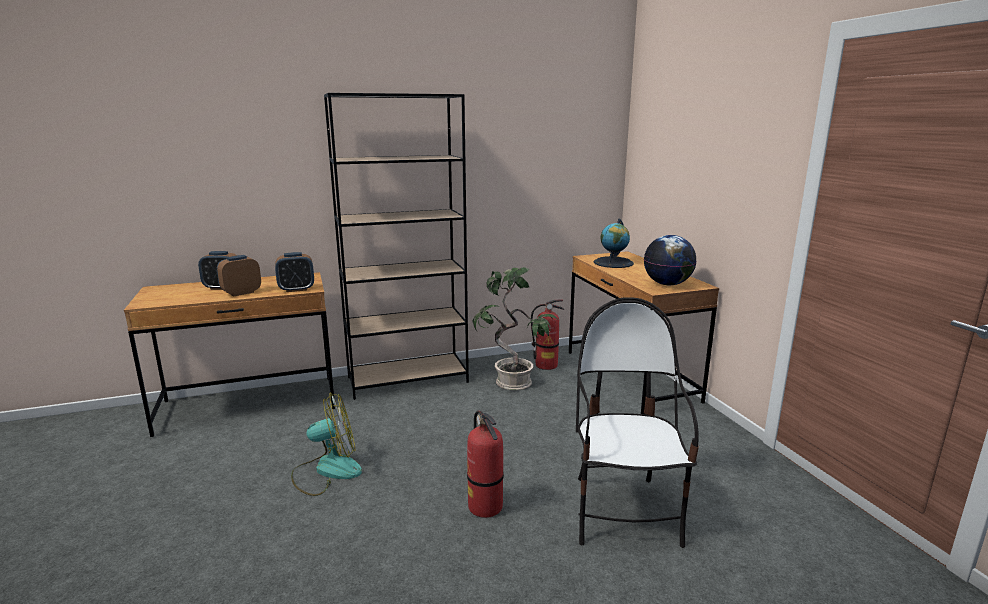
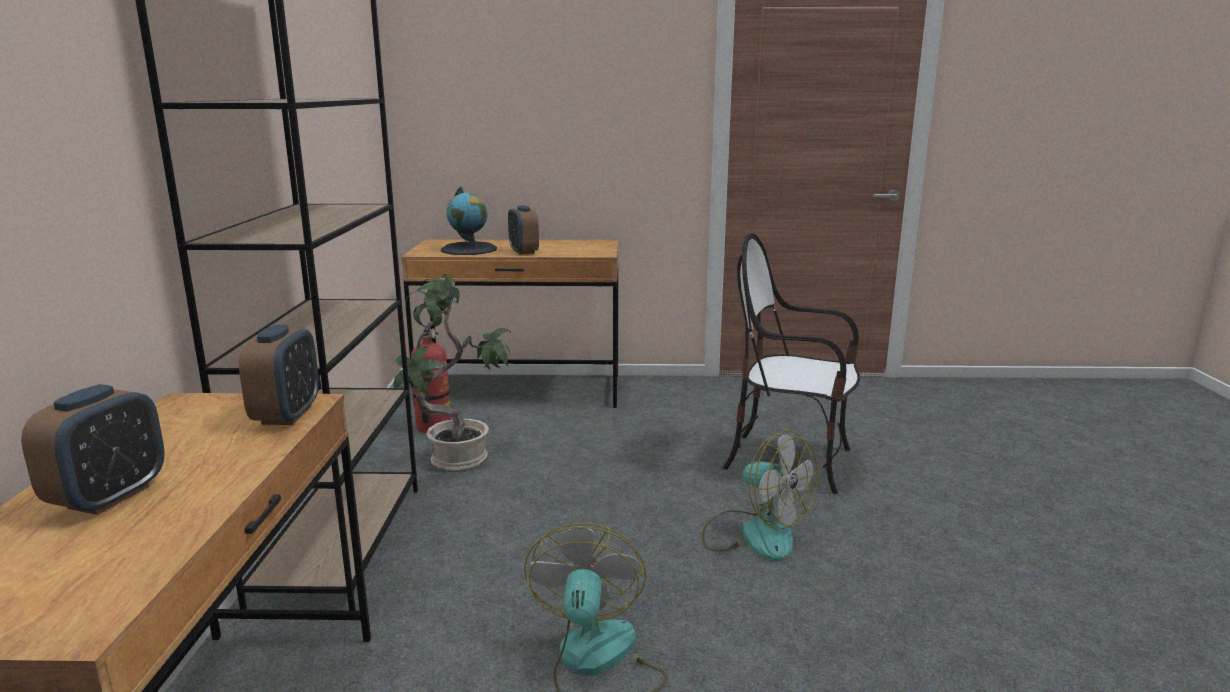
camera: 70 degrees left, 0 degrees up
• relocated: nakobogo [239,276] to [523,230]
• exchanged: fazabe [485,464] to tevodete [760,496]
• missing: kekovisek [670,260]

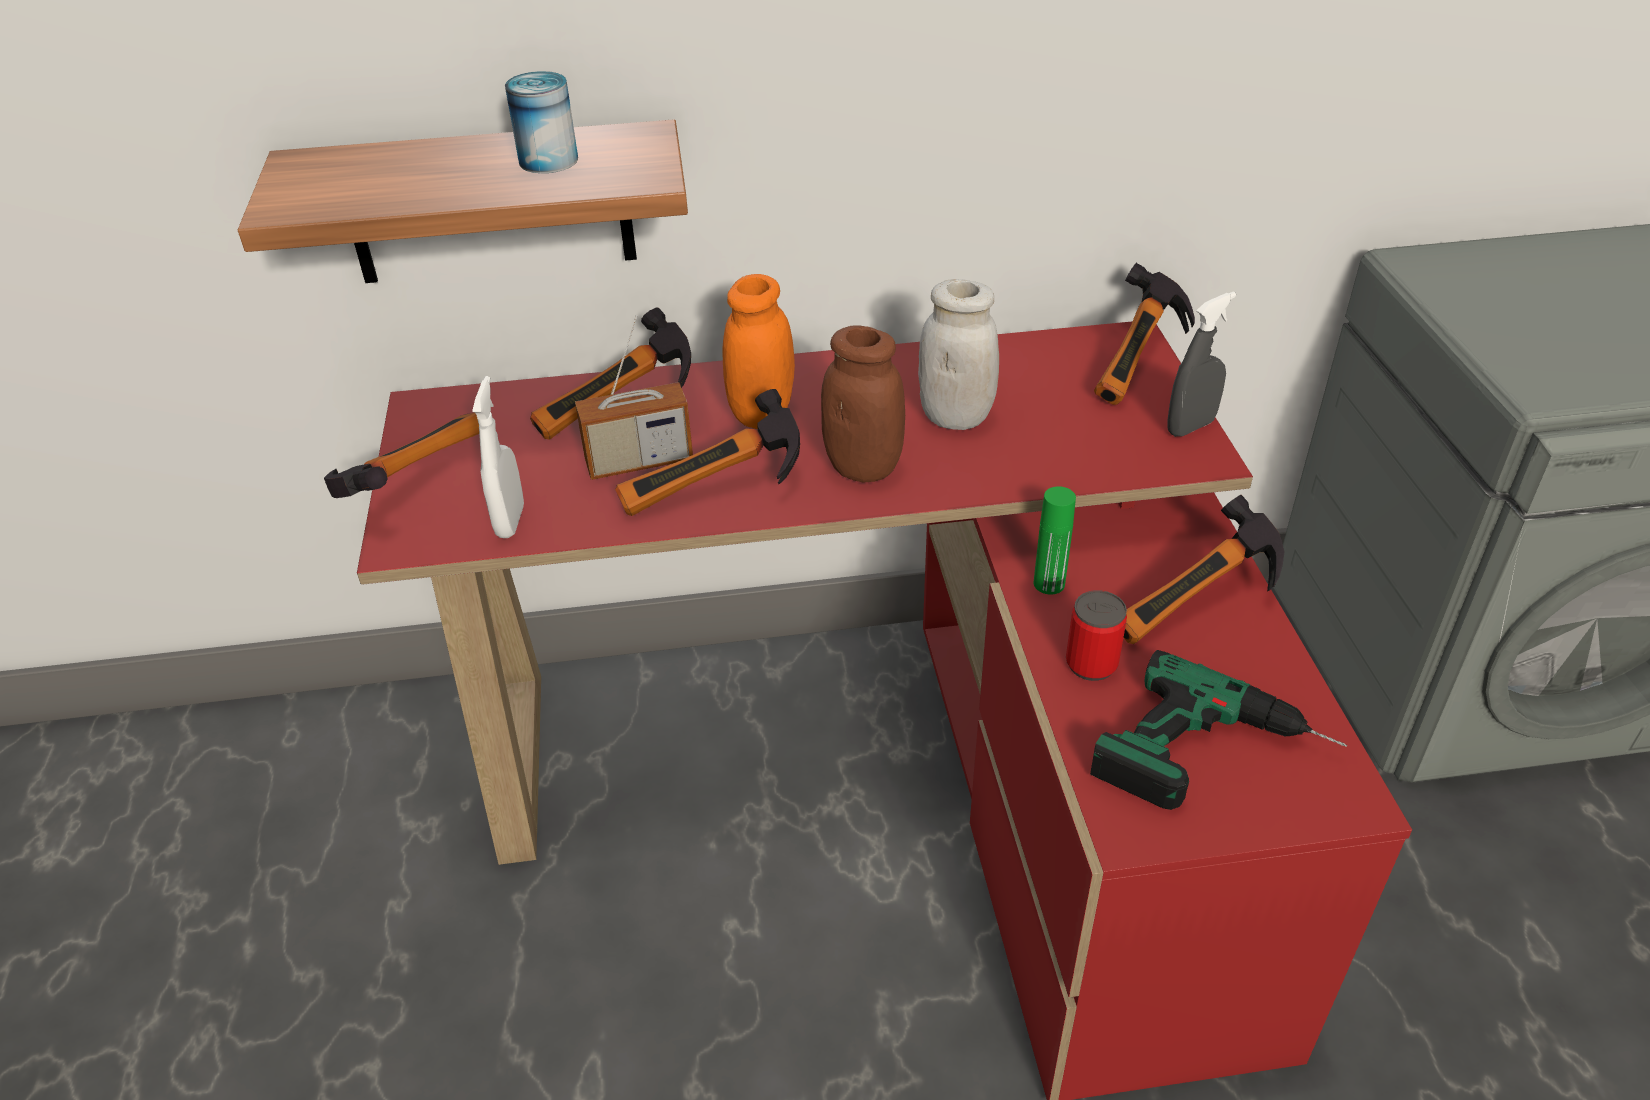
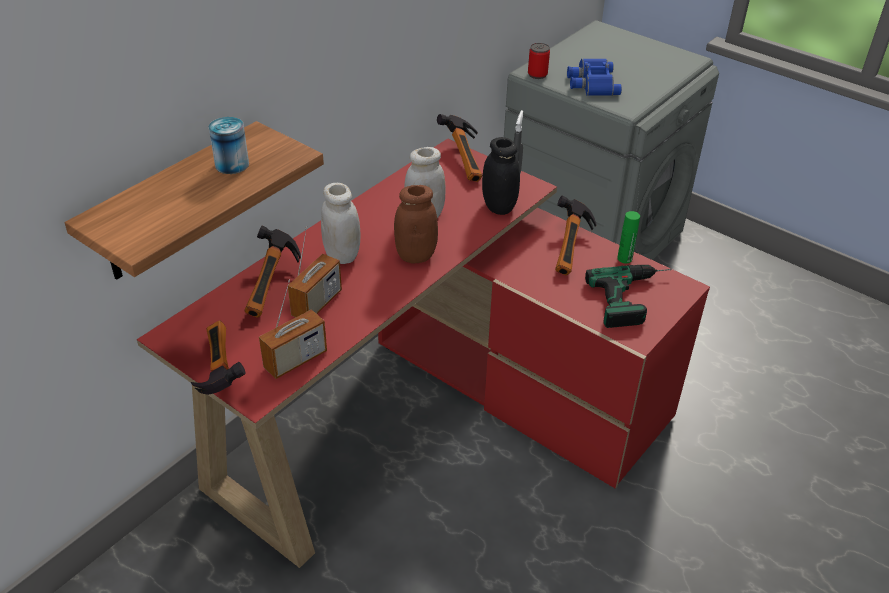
camera: 45 degrees left, 0 degrees up
• exchanged: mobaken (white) [498,457] to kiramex [293,329]
• missing: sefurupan [707,452]
• colour: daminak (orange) [758,351] to daminak (white) [340,223]
• relocated: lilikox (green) [1055,540] to [628,237]
• relocated: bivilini [1096,635] to [539,61]
• appeared: daminak (black) [501,176]
• appeared: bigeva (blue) [594,77]

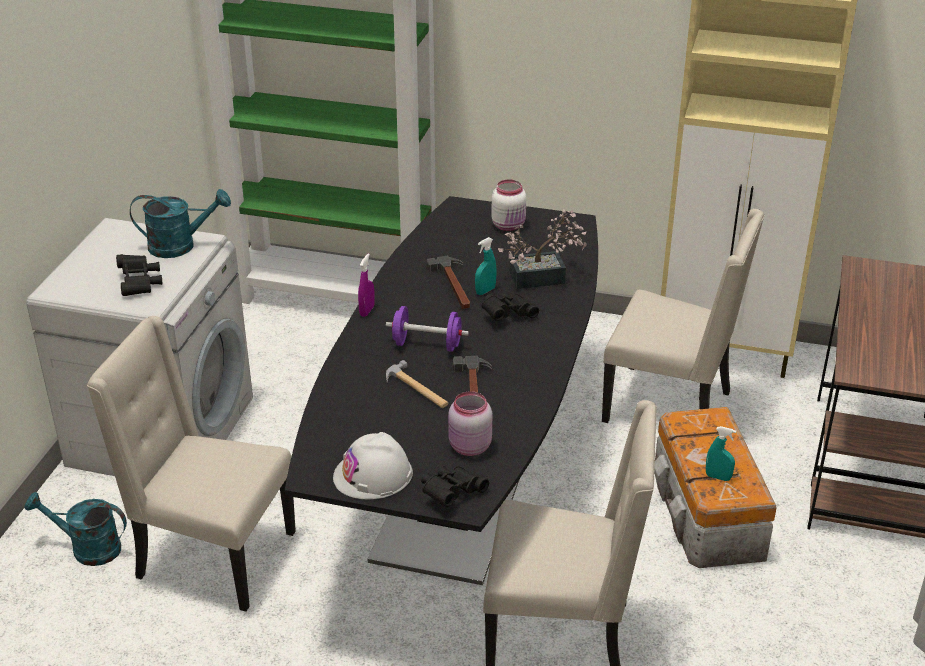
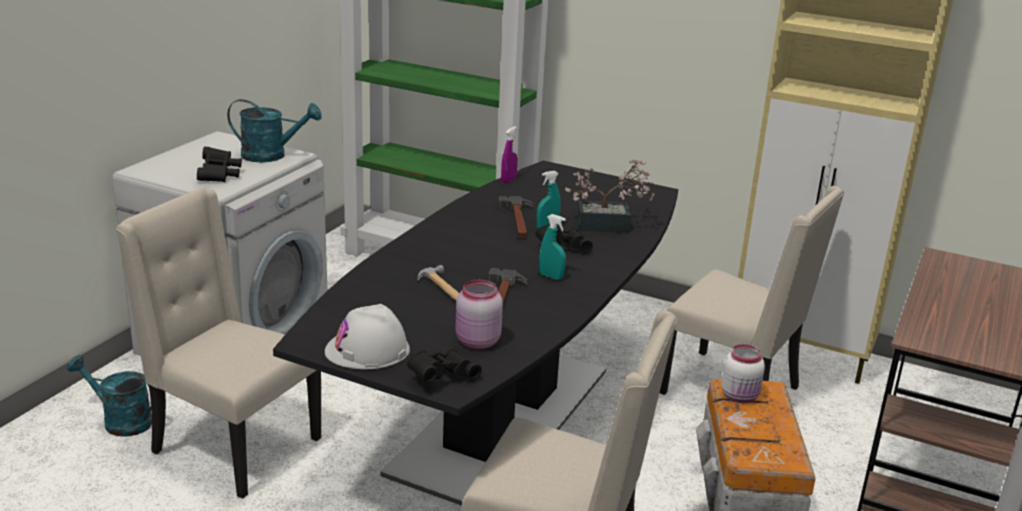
camera: 10 degrees right, 10 degrees down
• relocated: mobaken (purple) [366,285] to [509,154]
• missing: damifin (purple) [427,329]
• relocated: daminak (white) [508,205] to [743,373]
• relocated: mobaken (turquoise) [721,453] to [552,247]

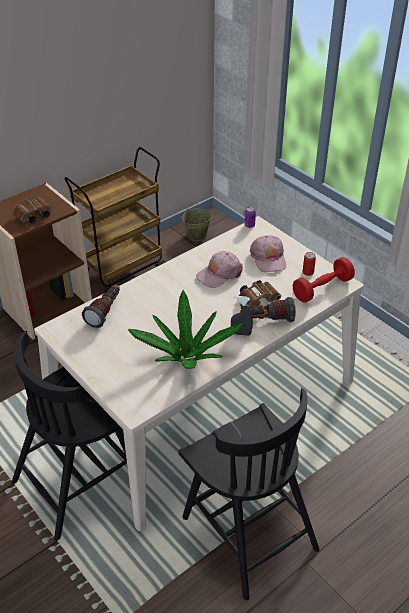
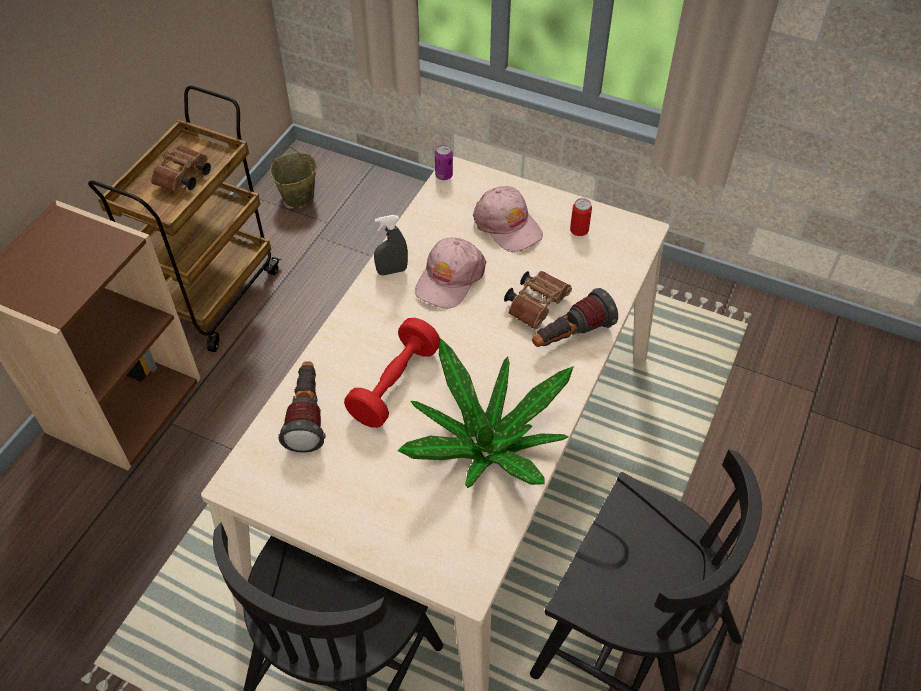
camera: 25 degrees left, 10 degrees up
• relocated: bigeva (brown) [32,210] to [180,168]
• relocated: mobaken (grey) [242,316] to [391,245]
• relocated: damifin (red) [324,280] to [392,373]

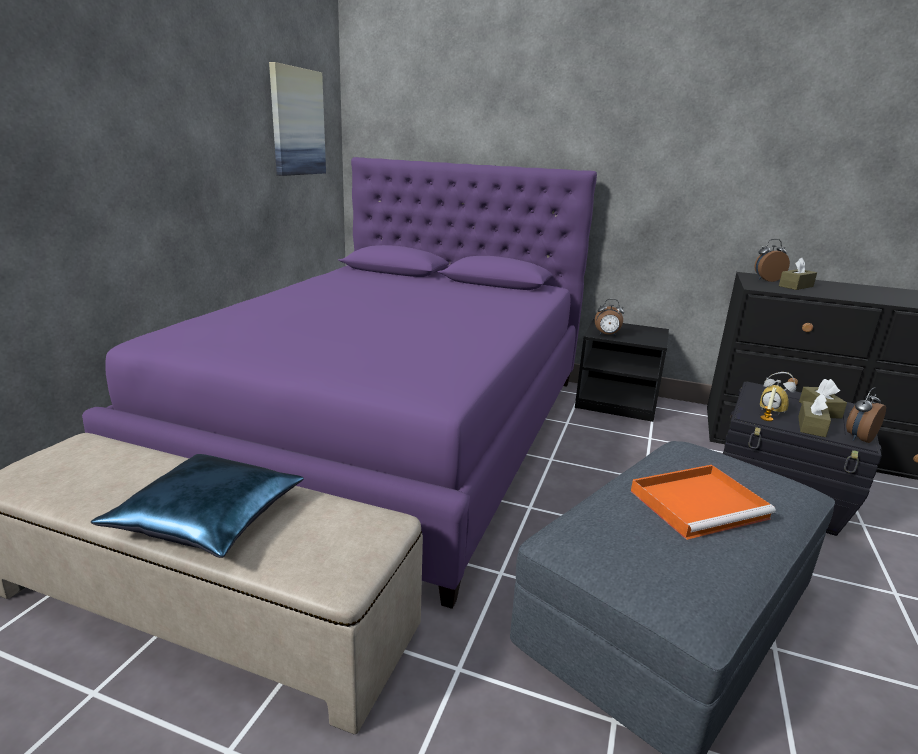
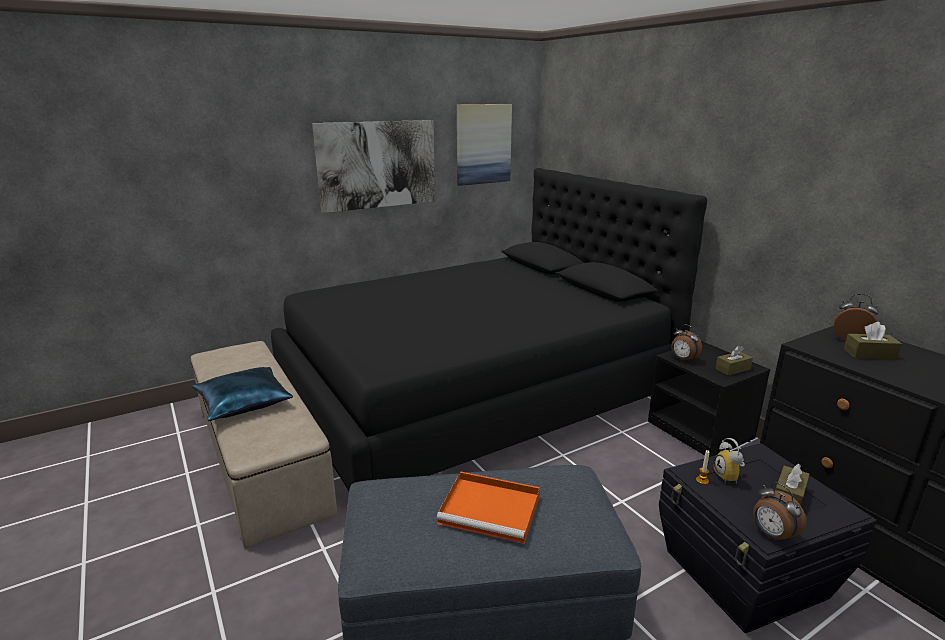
camera: 40 degrees right, 0 degrees up
• colour: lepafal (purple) [339,383] to lepafal (black) [489,329]
• relocated: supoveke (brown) [814,415] to [734,360]
• spun: nakobogo [866,415] = [780,513] 120 degrees counterclockwise
• appeared: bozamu [373,166]

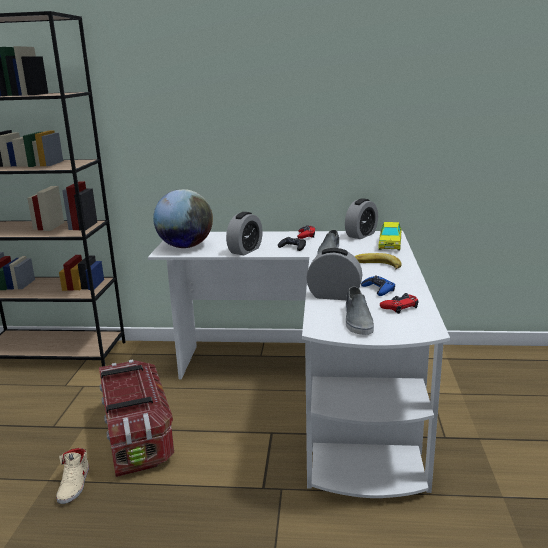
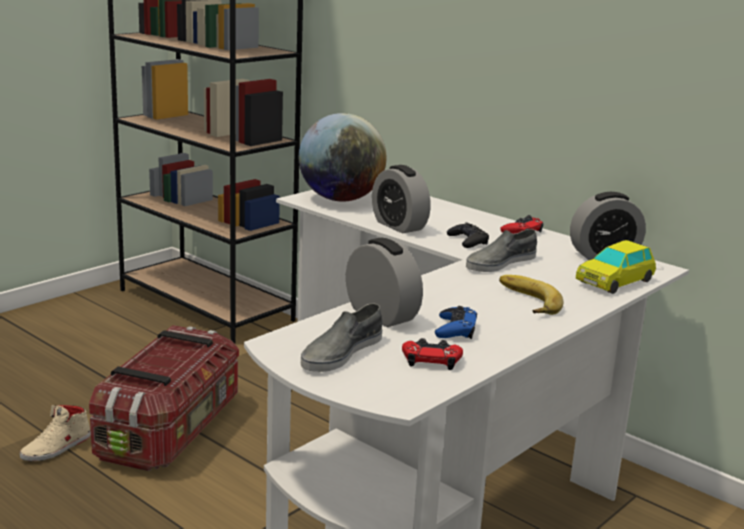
camera: 35 degrees right, 0 degrees up
• spun: nakobogo [244,233] = [401,199] 75 degrees clockwise

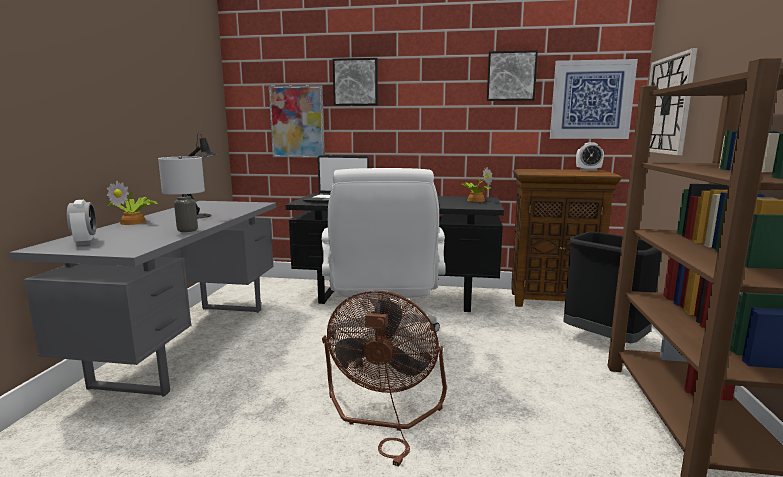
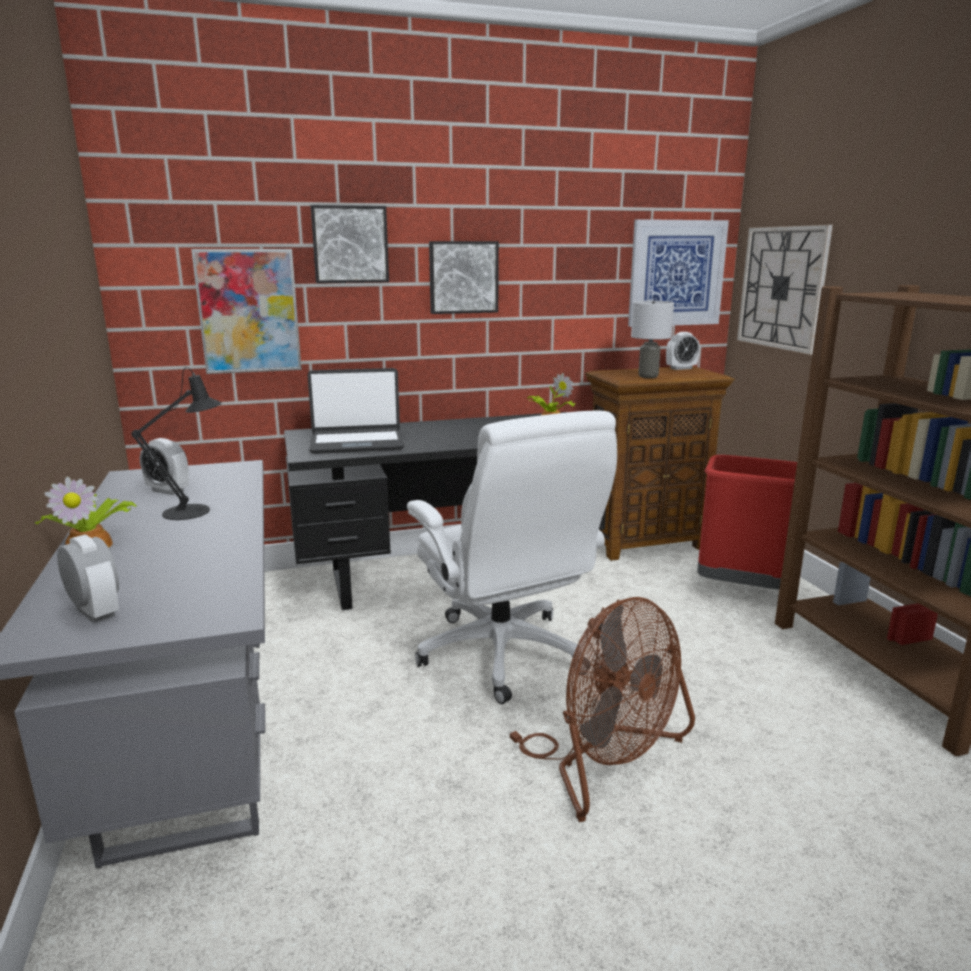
camera: 25 degrees left, 5 degrees up
• relocated: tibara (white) [181,194] to [652,339]
• spun: tevodete (brown) [384,378] = [602,709] 150 degrees clockwise
• relocated: bozamu [512,75] to [464,277]
• colour: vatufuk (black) [612,287] to vatufuk (red) [747,522]
• appeared: nakobogo [164,466]

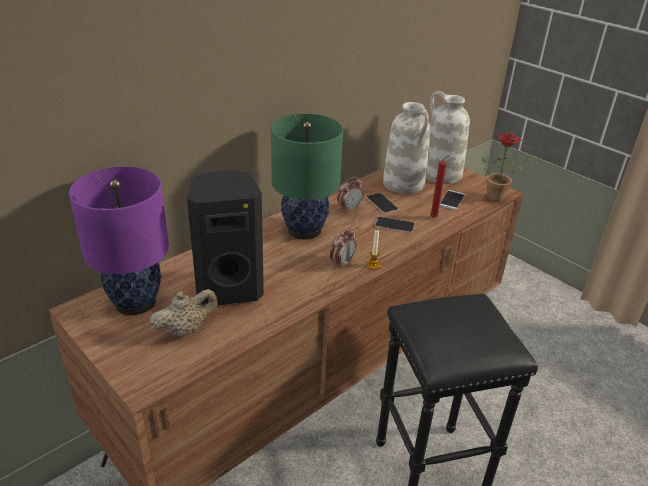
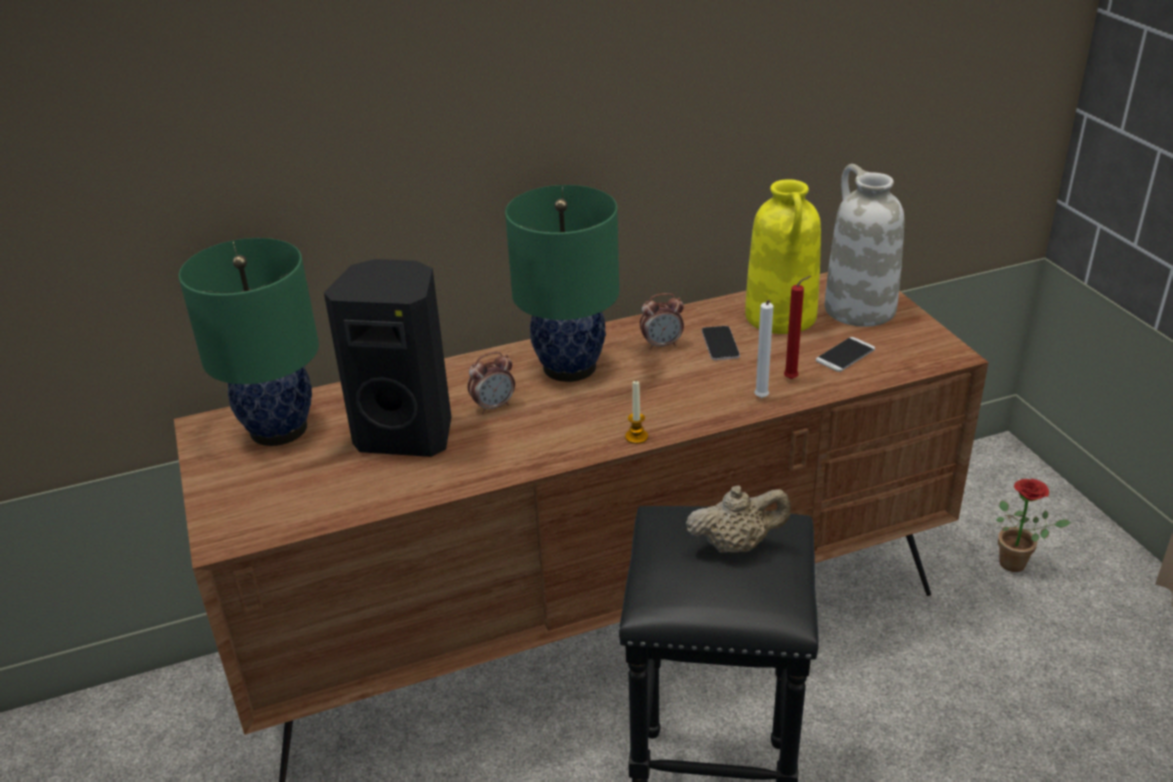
camera: 25 degrees right, 0 degrees up
• colour: tibara (purple) [119,241] to tibara (green) [249,342]
• relocated: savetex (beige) [183,313] to [738,519]
• relocated: nakobogo [343,248] to [491,383]
• missing: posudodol [395,225]
• colour: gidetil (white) [406,148] to gidetil (yellow) [783,256]
• relocated: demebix [508,167] to [1033,525]
• appeared: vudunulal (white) [763,349]

